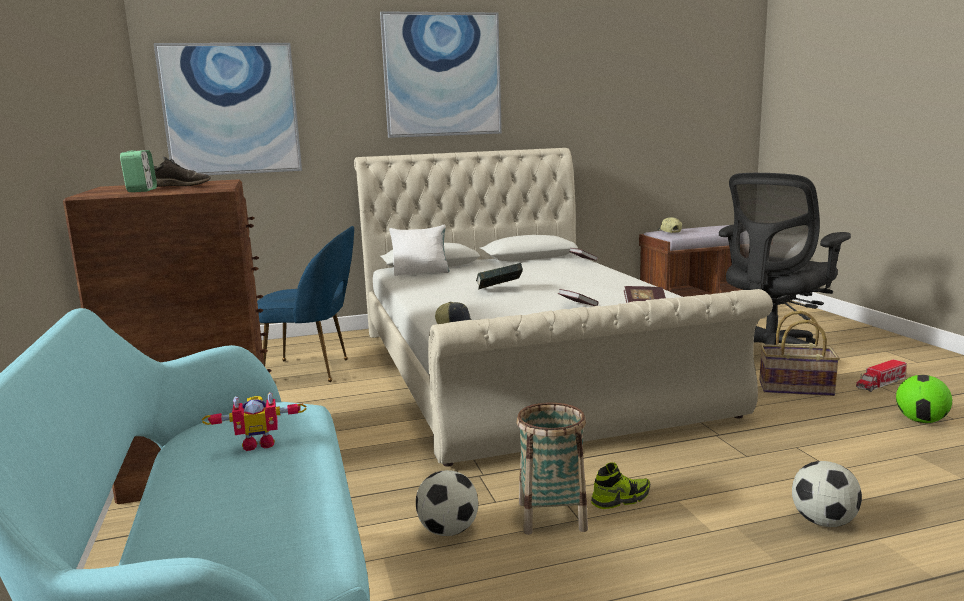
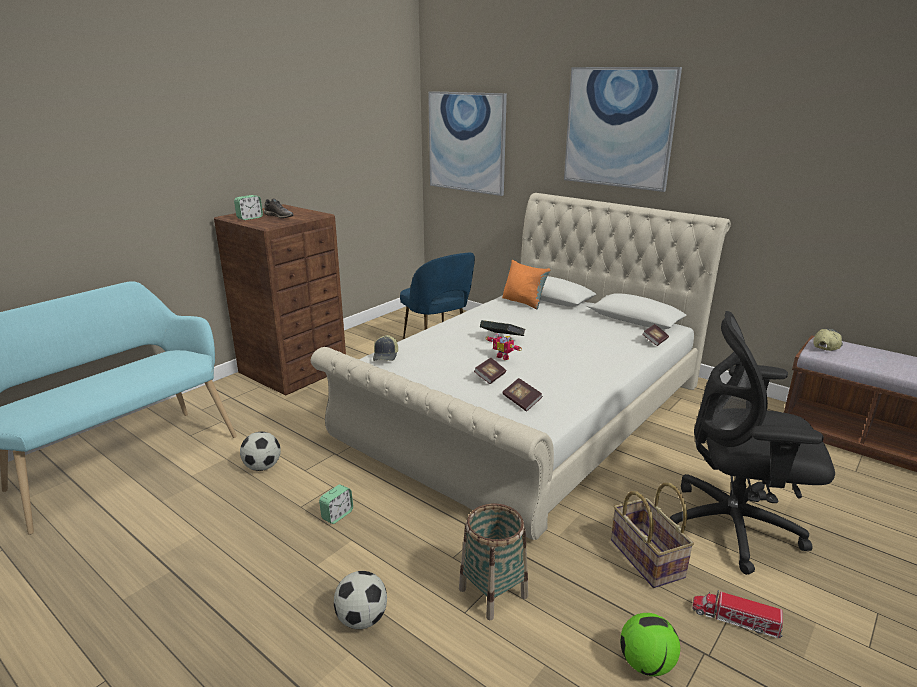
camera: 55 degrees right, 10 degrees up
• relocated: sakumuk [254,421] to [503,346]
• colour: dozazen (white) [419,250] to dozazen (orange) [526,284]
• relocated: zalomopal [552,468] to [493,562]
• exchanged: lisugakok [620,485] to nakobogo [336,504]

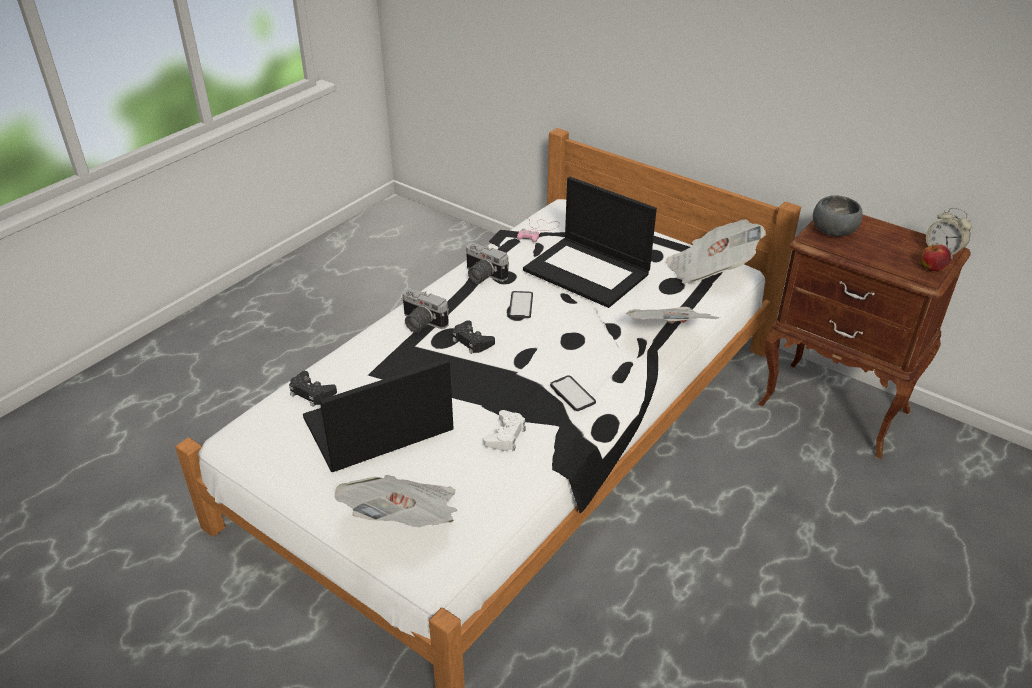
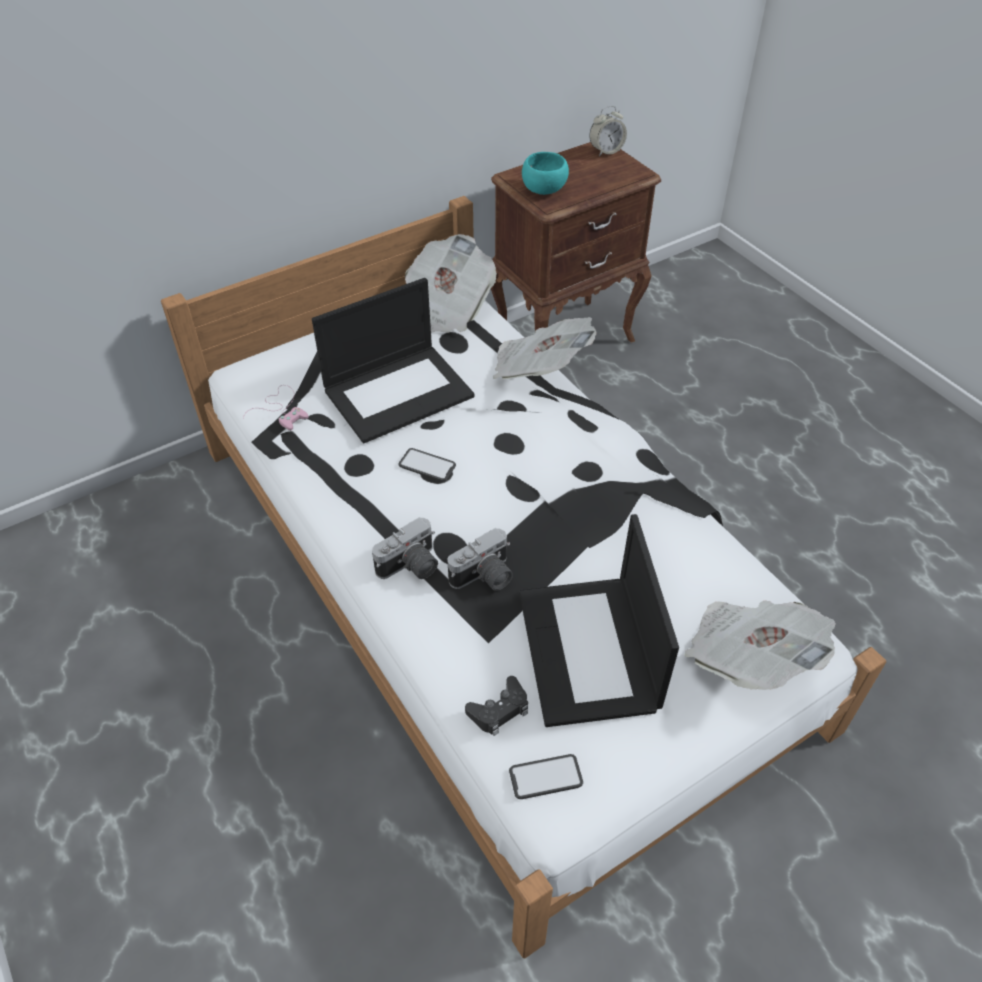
camera: 70 degrees left, 10 degrees up
• missing: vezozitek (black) [474,337]
• relocated: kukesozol [486,263] to [480,559]
• missing: vezozitek (white) [505,430]
• relocated: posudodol [573,393] to [546,776]
• colour: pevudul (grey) [838,215] to pevudul (turquoise) [545,173]
• missing: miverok [936,257]

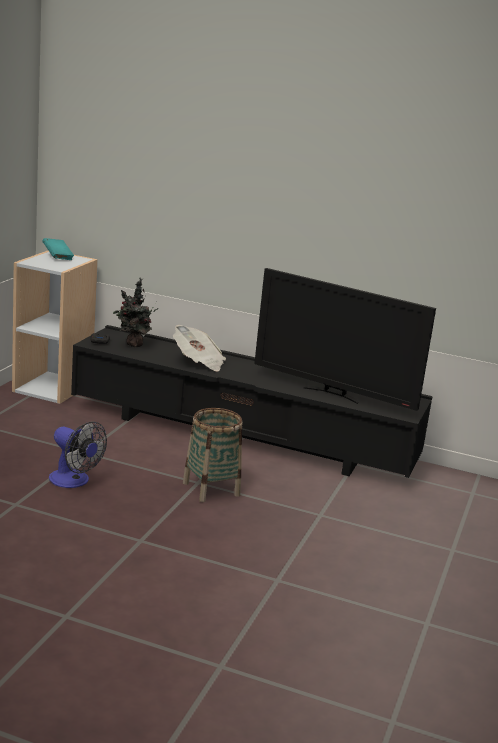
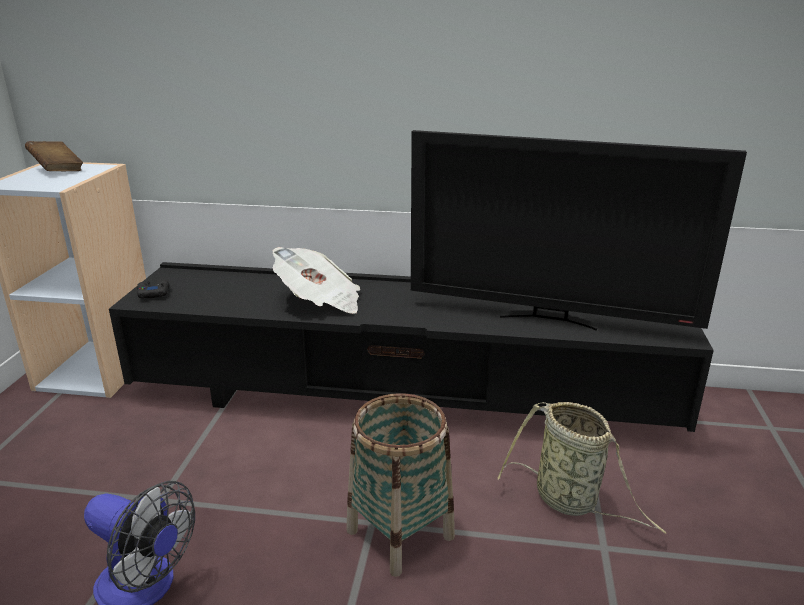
camera: 10 degrees left, 5 degrees up
• colour: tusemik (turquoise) [58,249] to tusemik (brown) [54,156]
• missing: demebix [135,312]
• appeared: zalomopal [581,468]

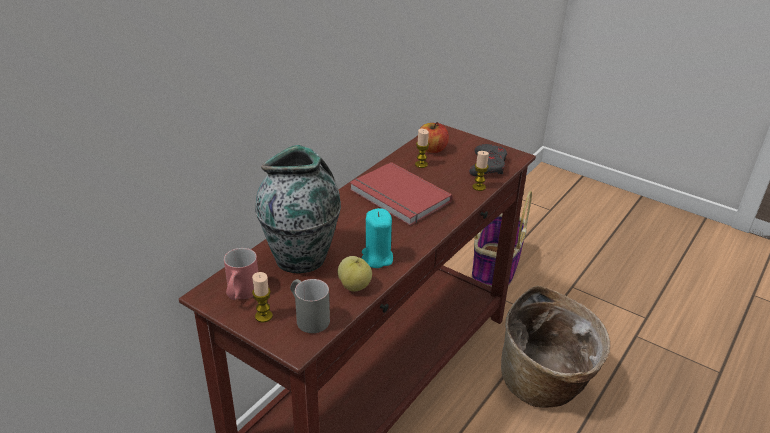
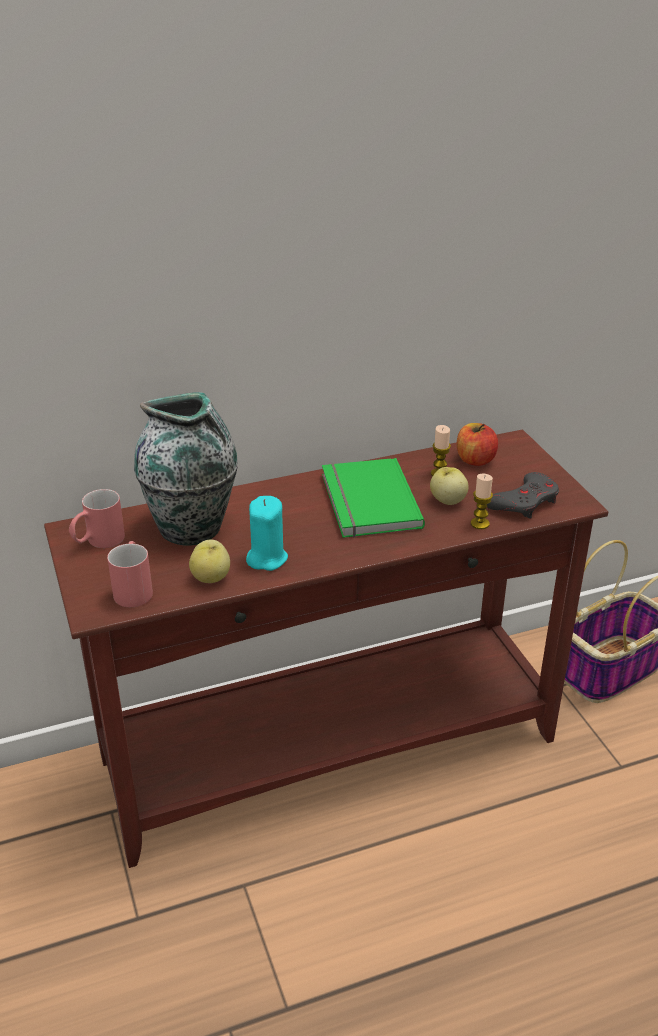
camera: 35 degrees right, 0 degrees up
• missing: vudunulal [262,297]
• colour: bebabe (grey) [310,306] to bebabe (red) [130,574]
• colour: tusemik (red) [400,194] to tusemik (green) [373,498]
• missing: zalomopal [555,347]
• appeared: miverok [449,486]

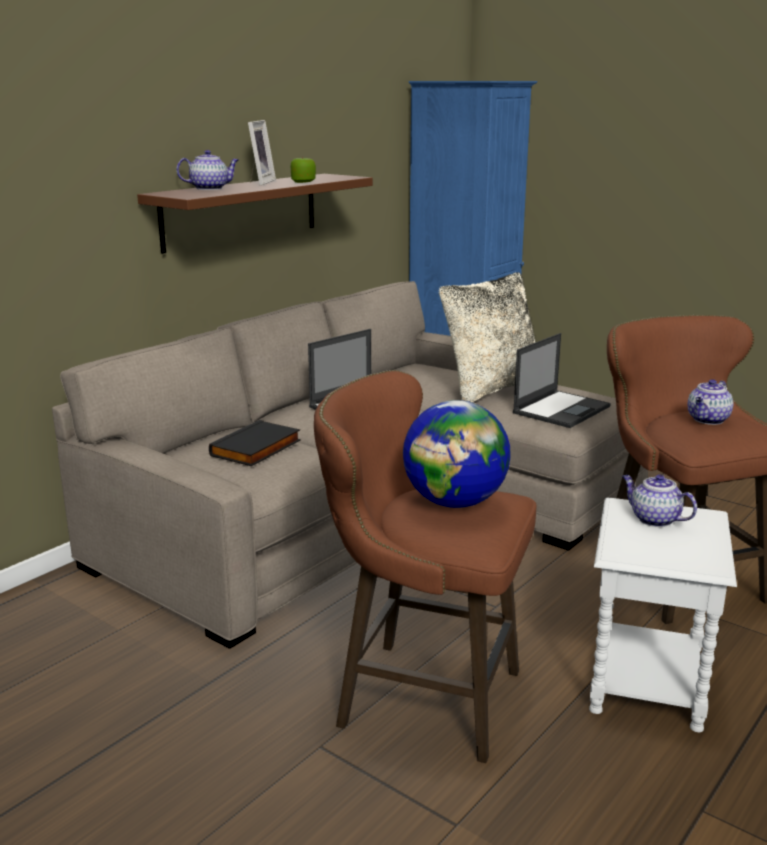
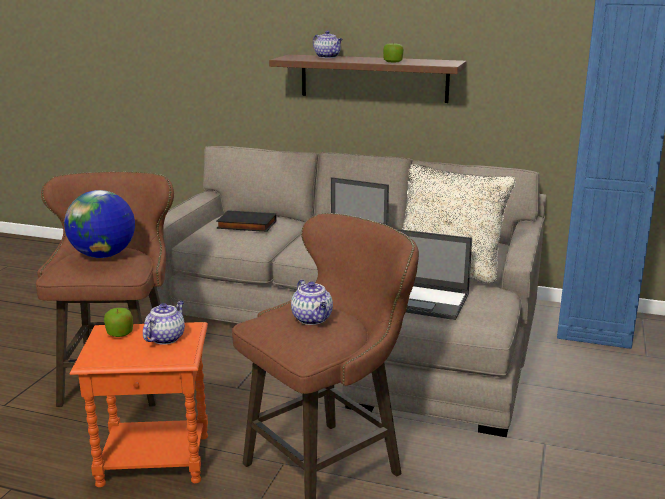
camera: 70 degrees right, 0 degrees up
• missing: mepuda [262,152]
• colour: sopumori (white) [663,615] to sopumori (orange) [139,404]
• spun: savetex [710,402] = [312,302] 135 degrees counterclockwise
• appeared: miverok [118,322]

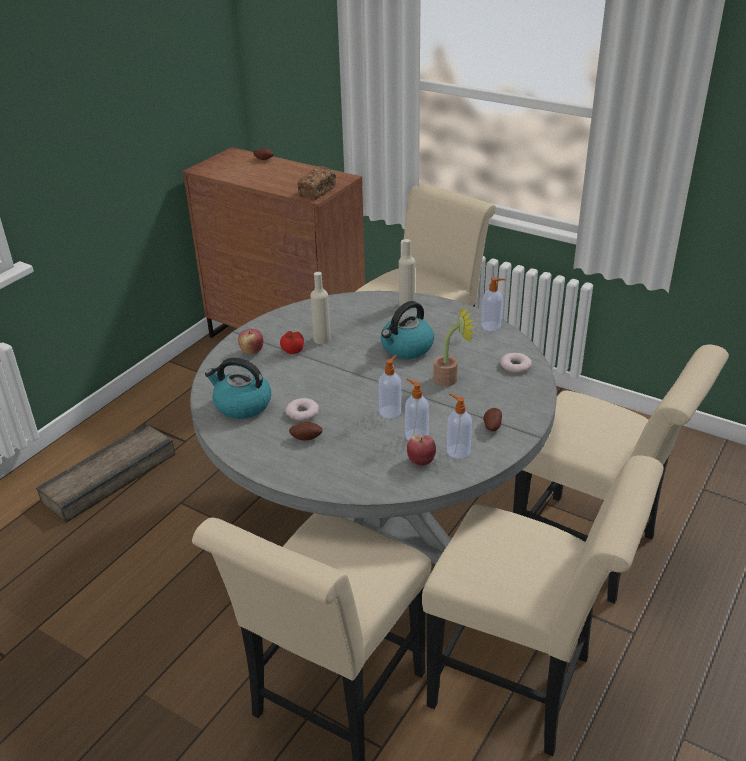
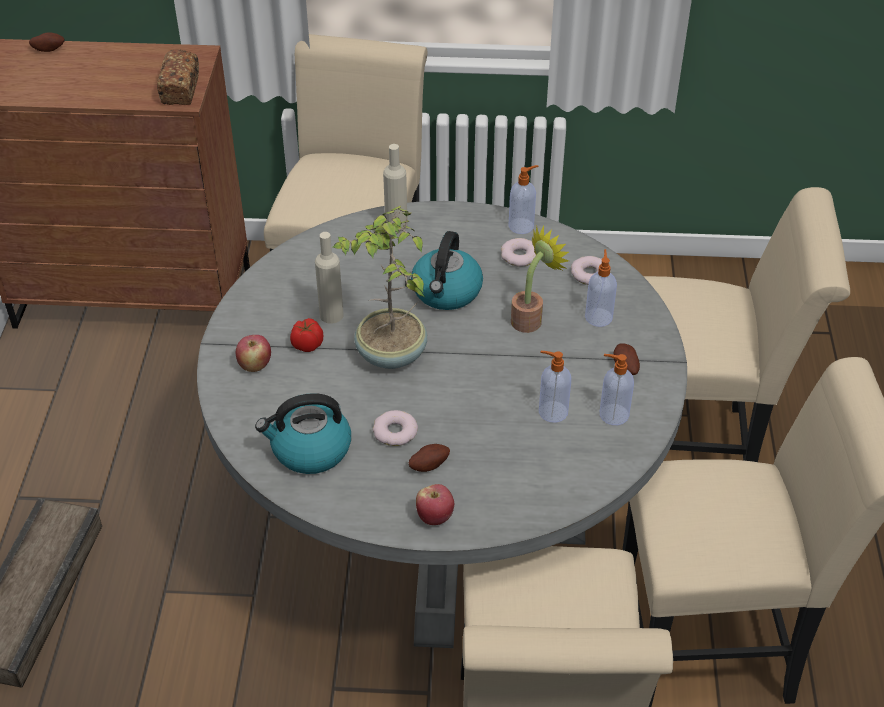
camera: 30 degrees left, 10 degrees up
• relocated: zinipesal [390,386] to [601,288]
• relocated: miverok [421,450] to [435,504]
• appeared: demebix [380,287]
• appeared: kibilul [518,252]

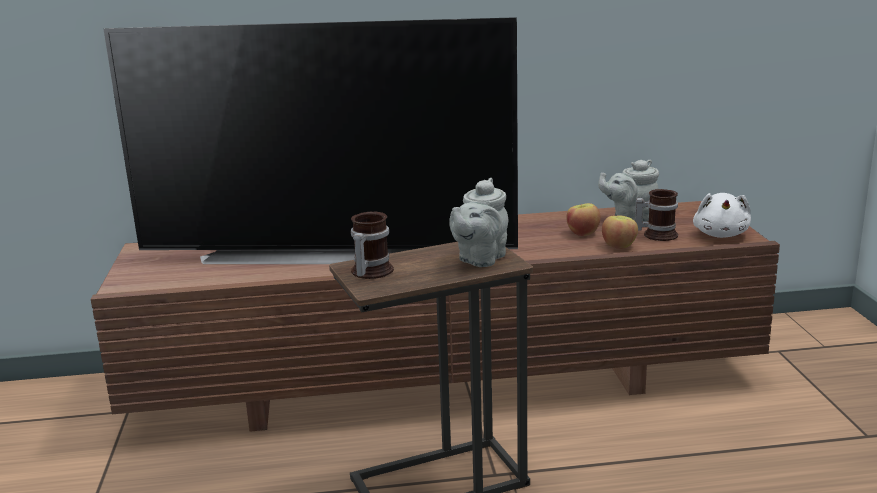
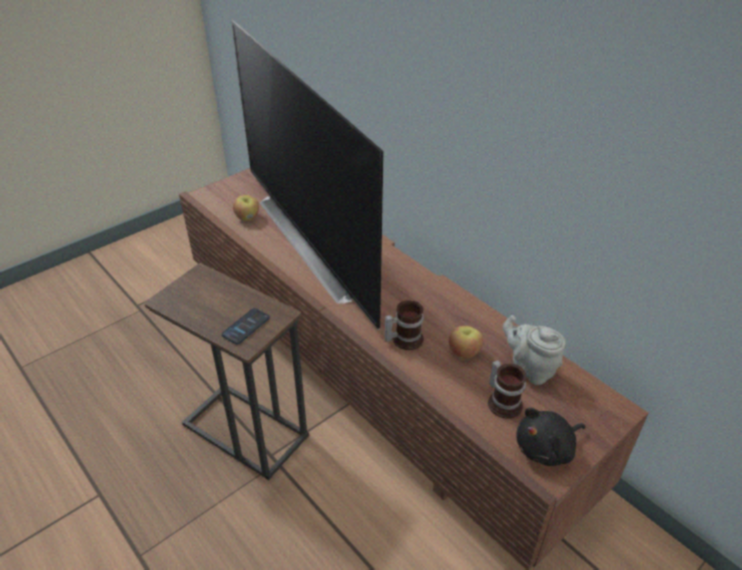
camera: 55 degrees right, 20 degrees up
• relocated: bebabe [372,245] to [404,325]
• exchanged: savetex (grey) [478,222] to posudodol [246,326]
• relocated: miverok [620,232] to [246,208]
• colour: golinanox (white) [722,215] to golinanox (black) [550,437]

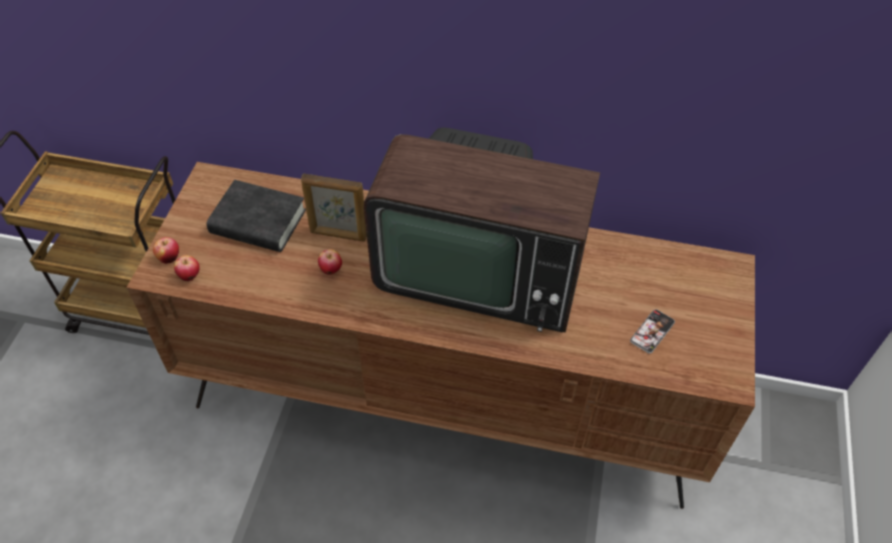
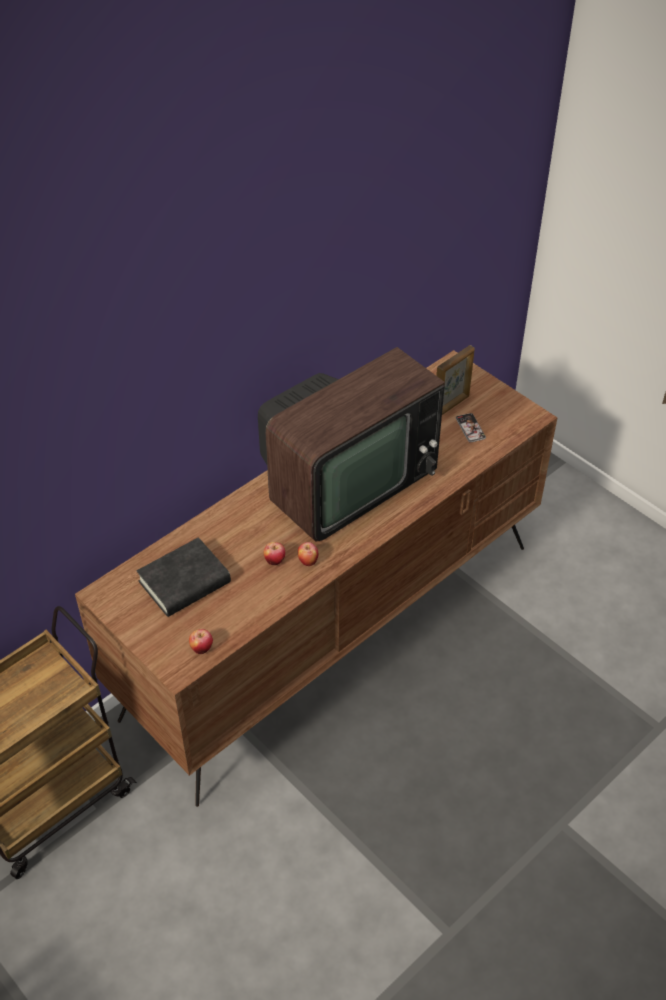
camera: 55 degrees left, 5 degrees down
• relocated: miverok [166,250] to [308,554]
• relocated: mepuda [334,207] to [455,380]

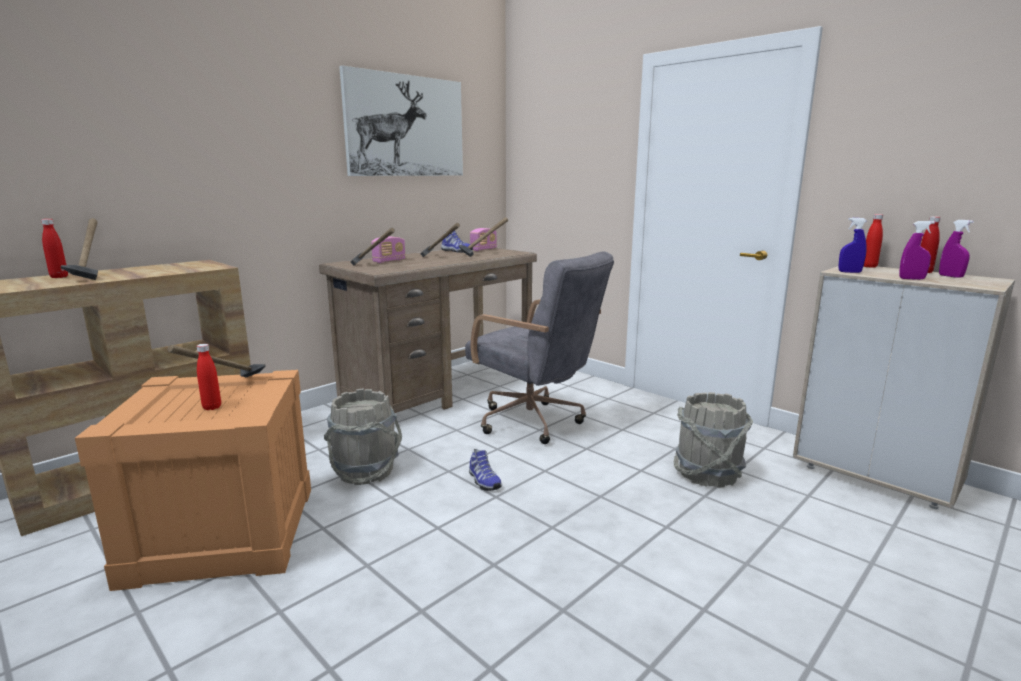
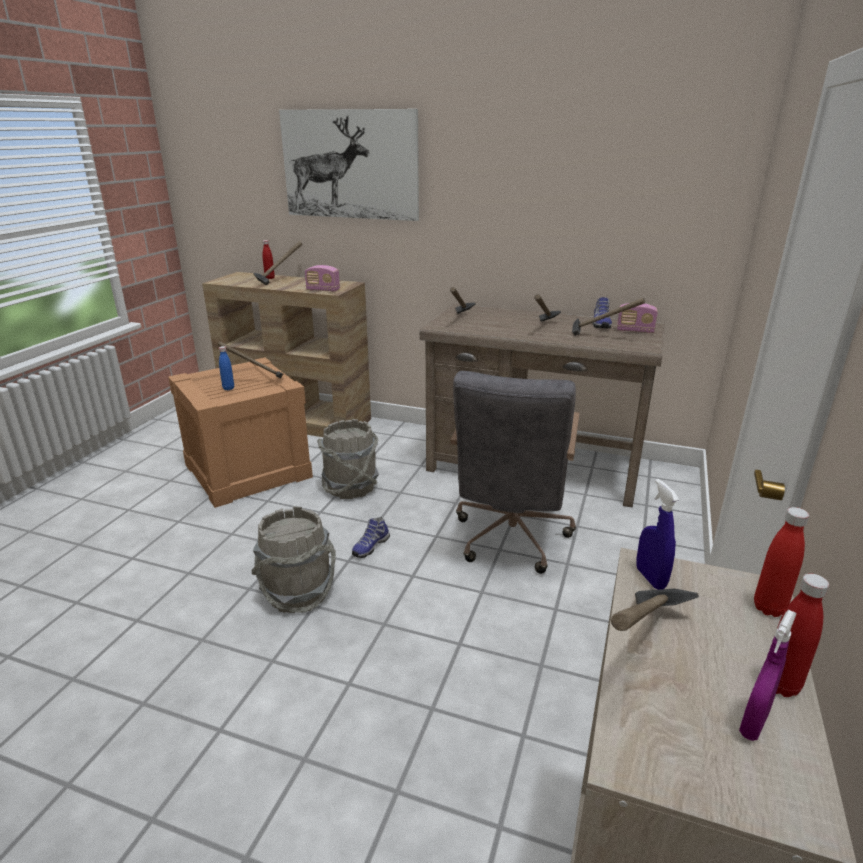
camera: 65 degrees right, 10 degrees up
• colour: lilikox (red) [209,377] to lilikox (blue) [226,368]
• relocated: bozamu [401,120] to [349,165]
• relocated: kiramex [388,249] to [322,278]
• relocated: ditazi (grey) [713,440] to [293,559]
• exchanged: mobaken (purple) [917,250] to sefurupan [655,610]

